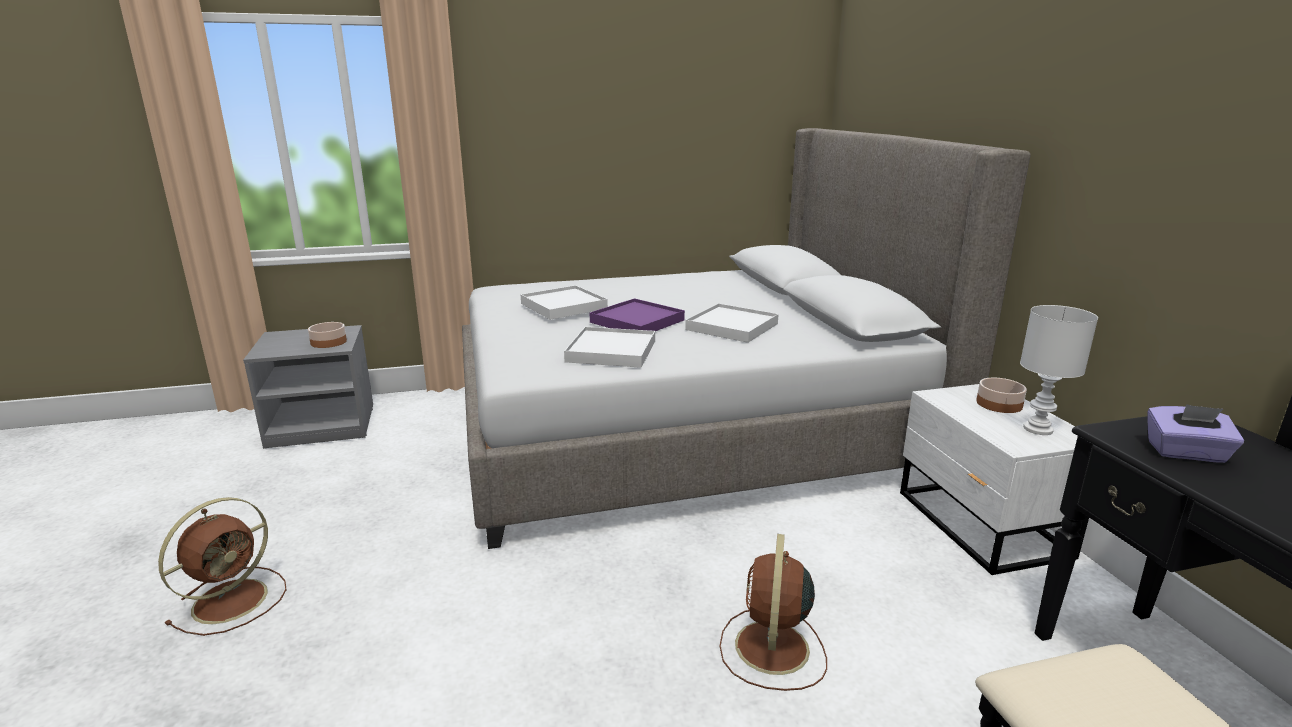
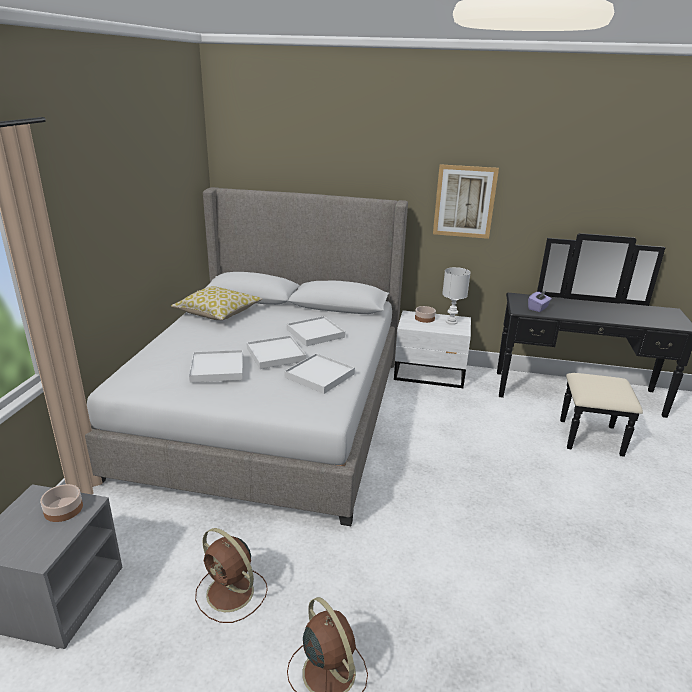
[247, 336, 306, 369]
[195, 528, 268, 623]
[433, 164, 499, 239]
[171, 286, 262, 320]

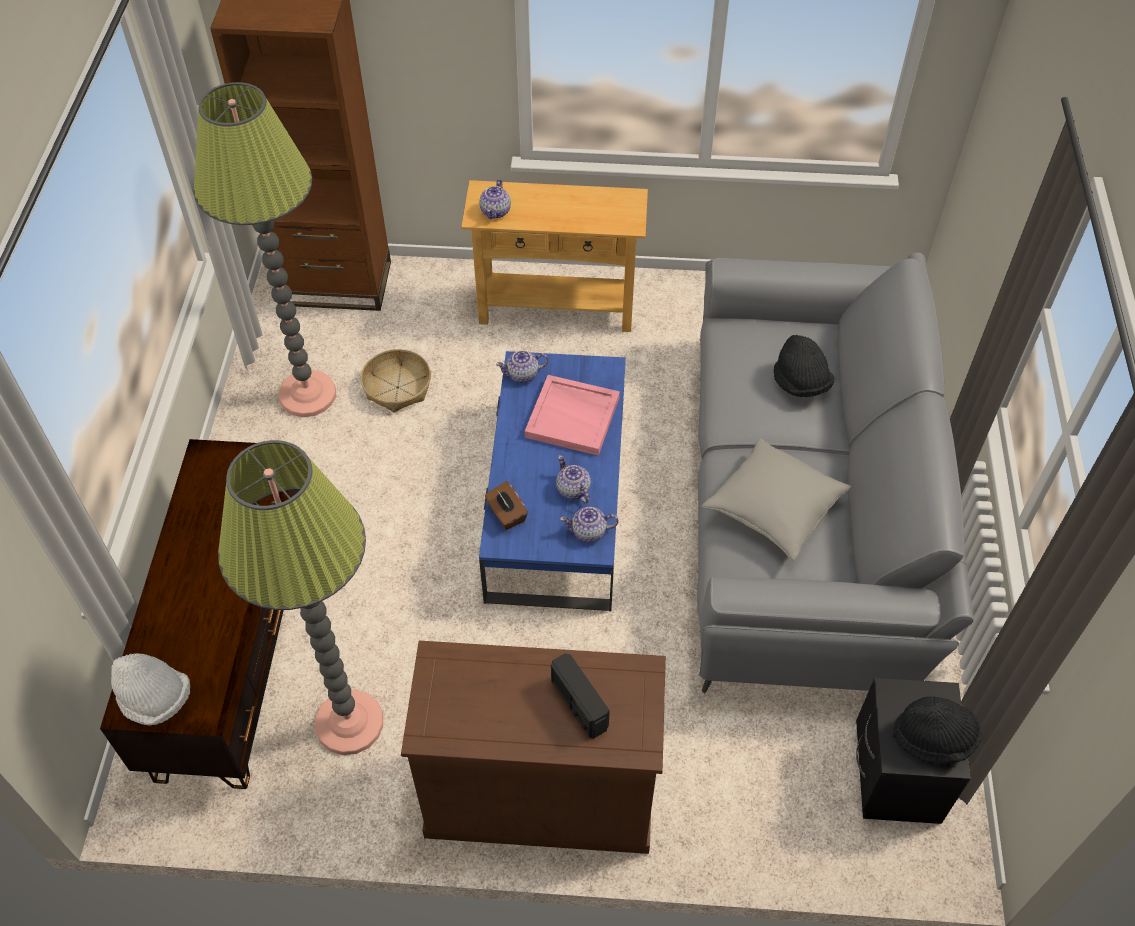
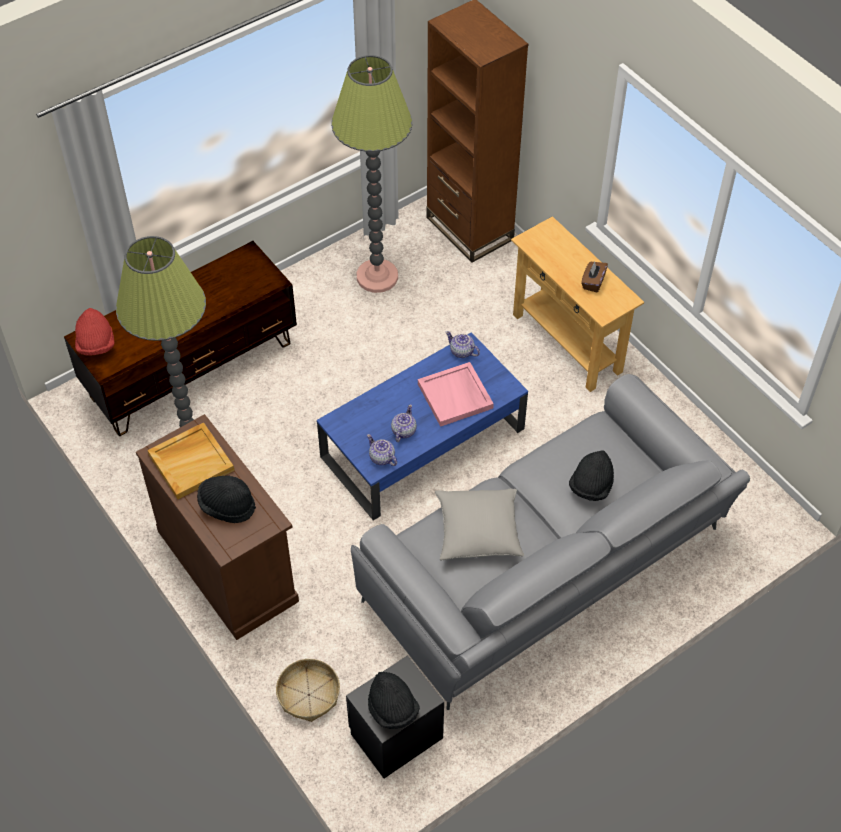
[479, 179, 511, 219] (first image)
[276, 659, 340, 722]
[581, 262, 608, 293]
[75, 308, 115, 356]
[197, 475, 256, 523]
[148, 422, 235, 499]

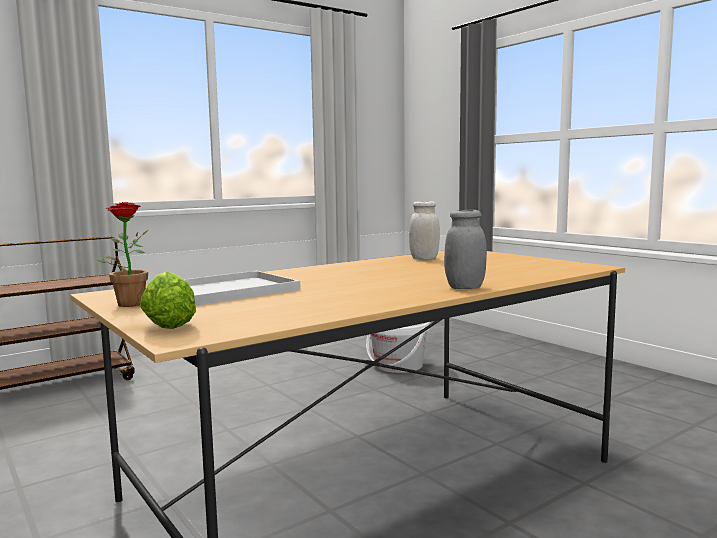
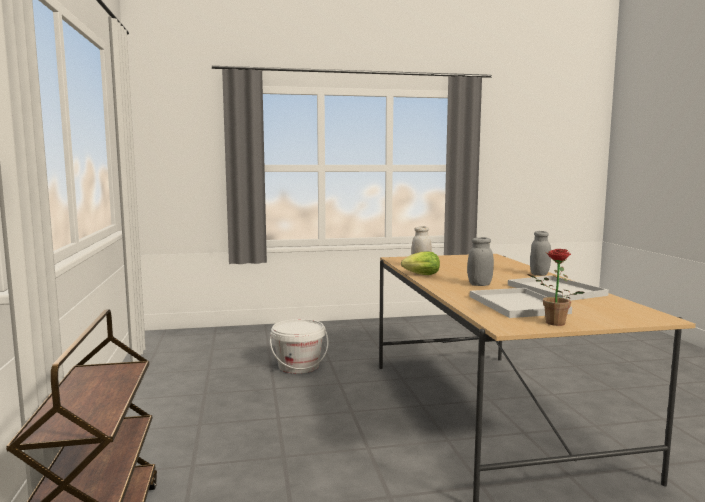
[401, 252, 440, 275]
[467, 237, 494, 286]
[508, 275, 609, 301]

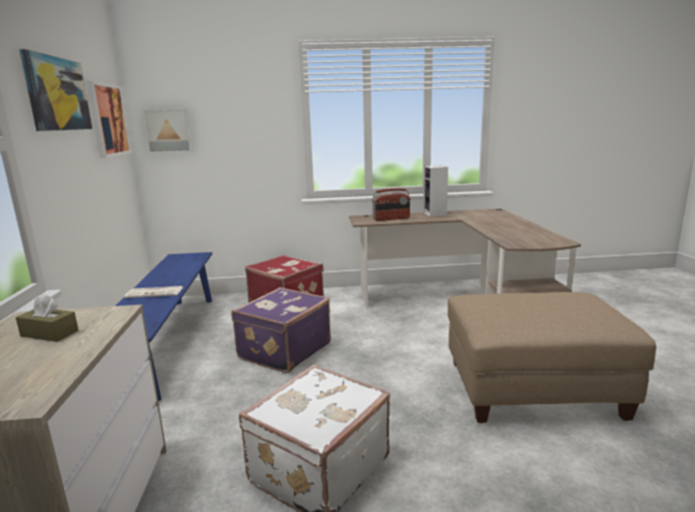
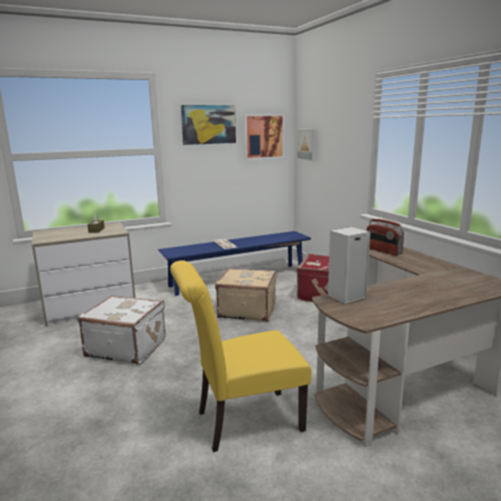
[328, 227, 370, 304]
[215, 268, 277, 322]
[170, 260, 312, 452]

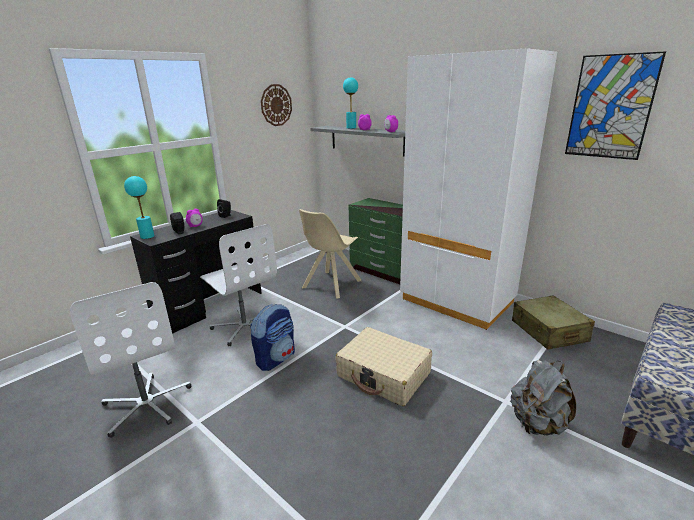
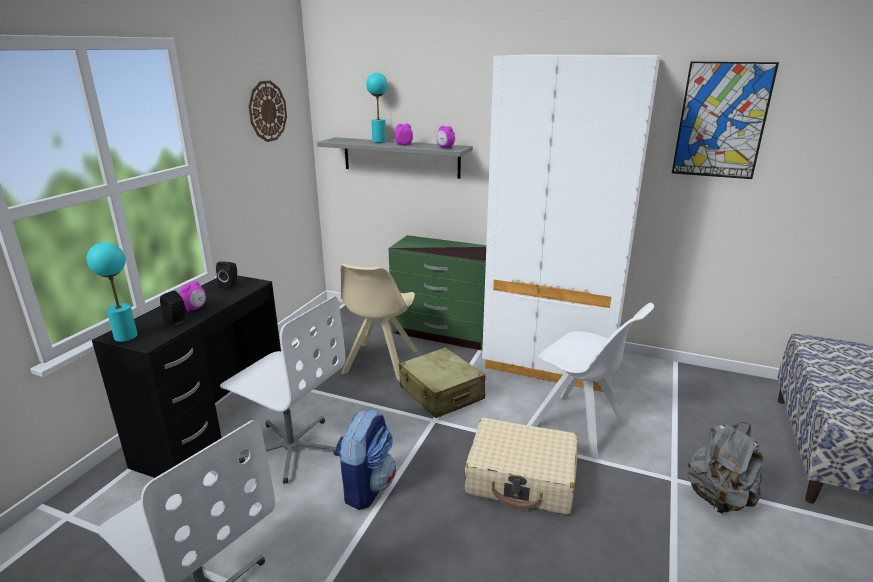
[399, 347, 485, 418]
[527, 303, 654, 459]

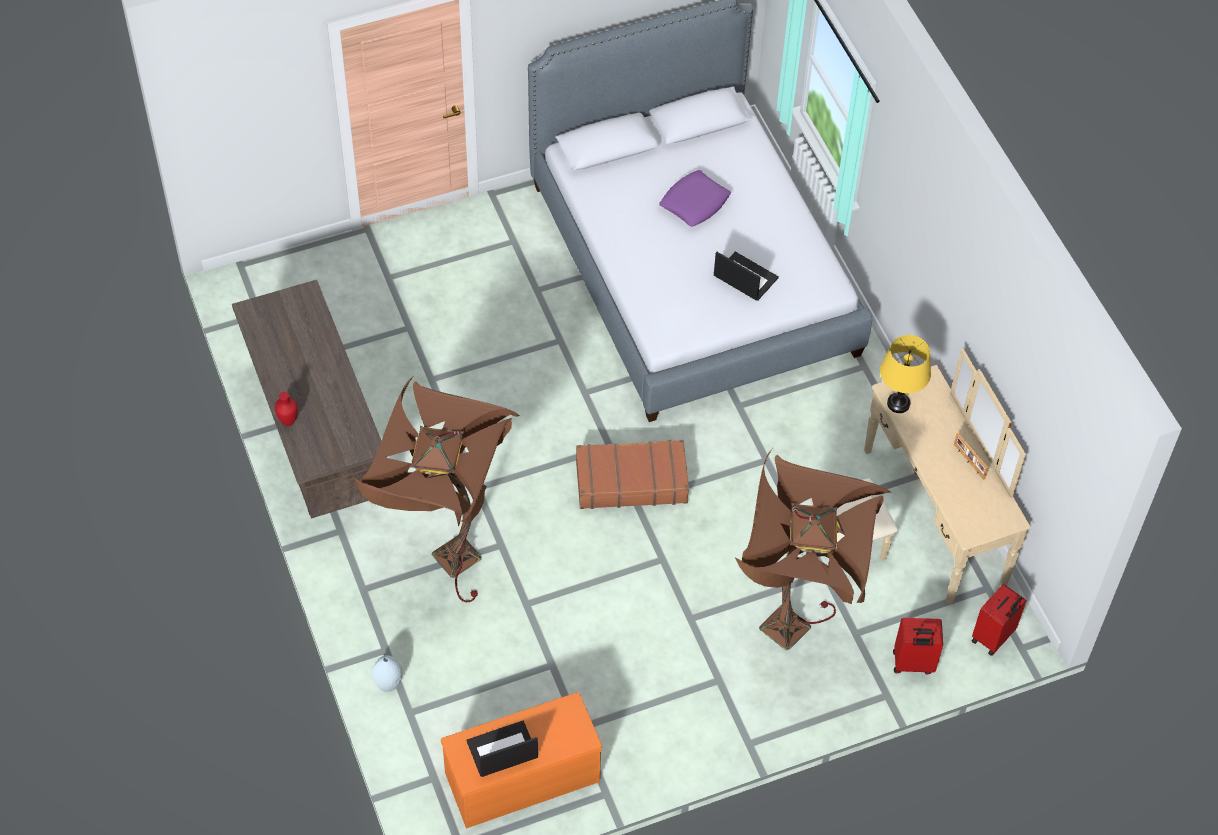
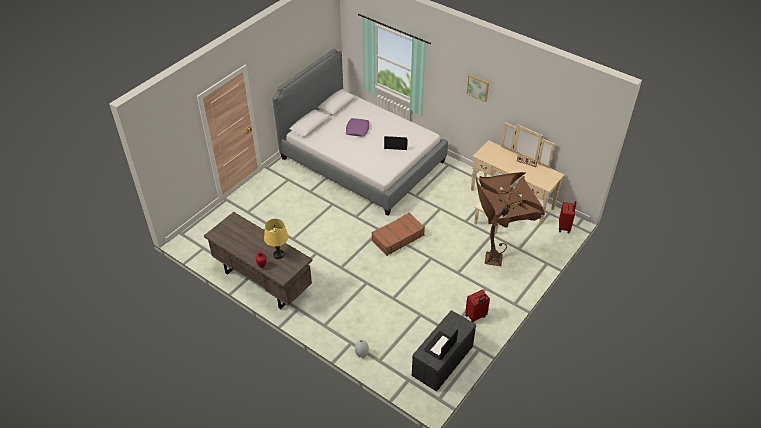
[264, 219, 289, 259]
[354, 377, 520, 602] (first image)
[465, 290, 490, 323]
[412, 310, 476, 392]
[467, 75, 489, 102]

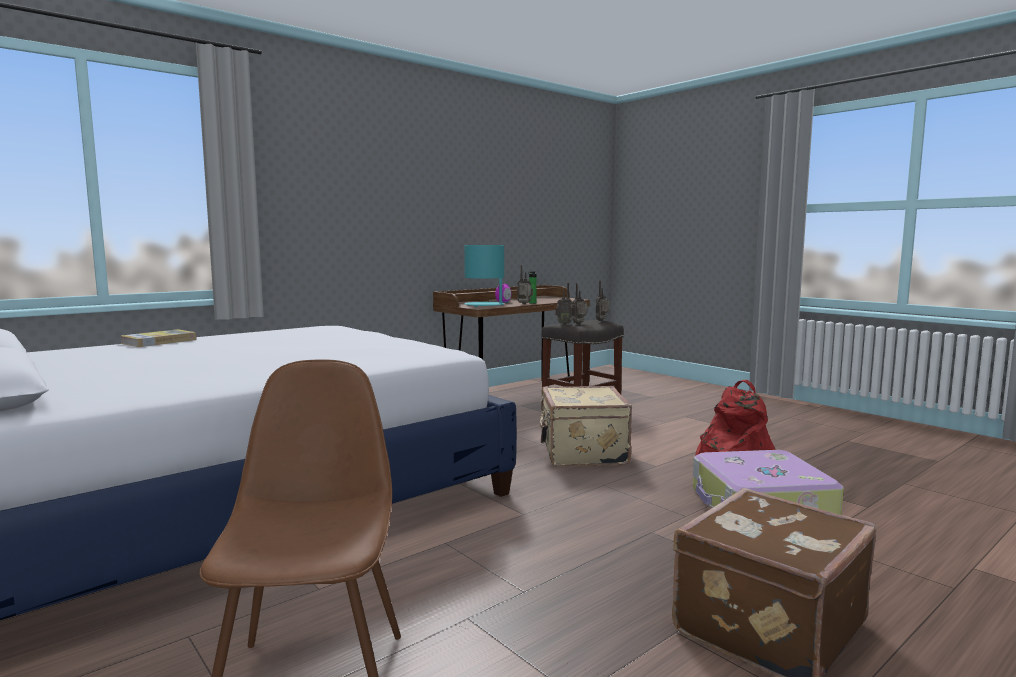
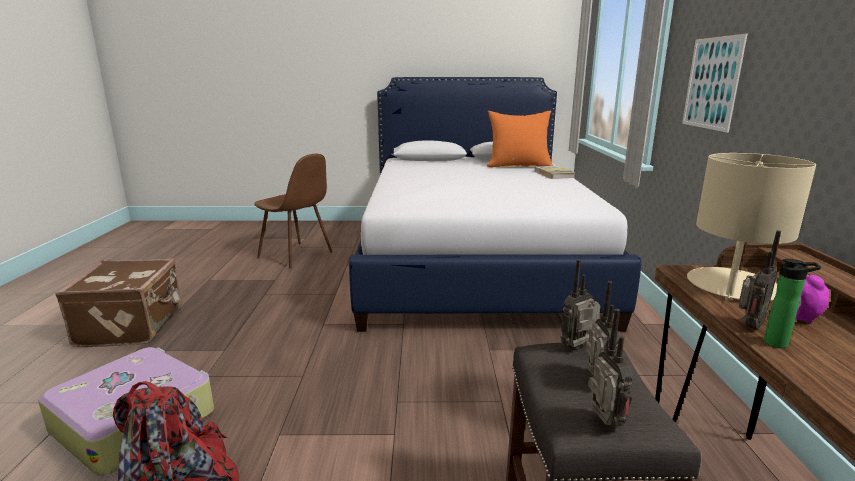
[687, 153, 816, 301]
[539, 386, 632, 467] (first image)
[682, 34, 748, 133]
[487, 111, 553, 167]

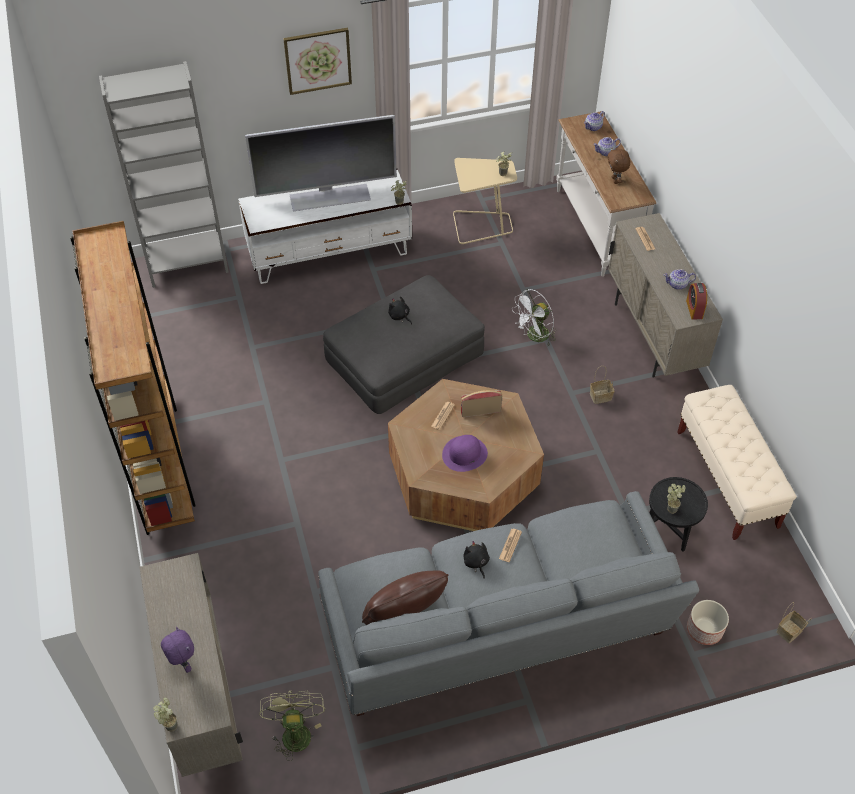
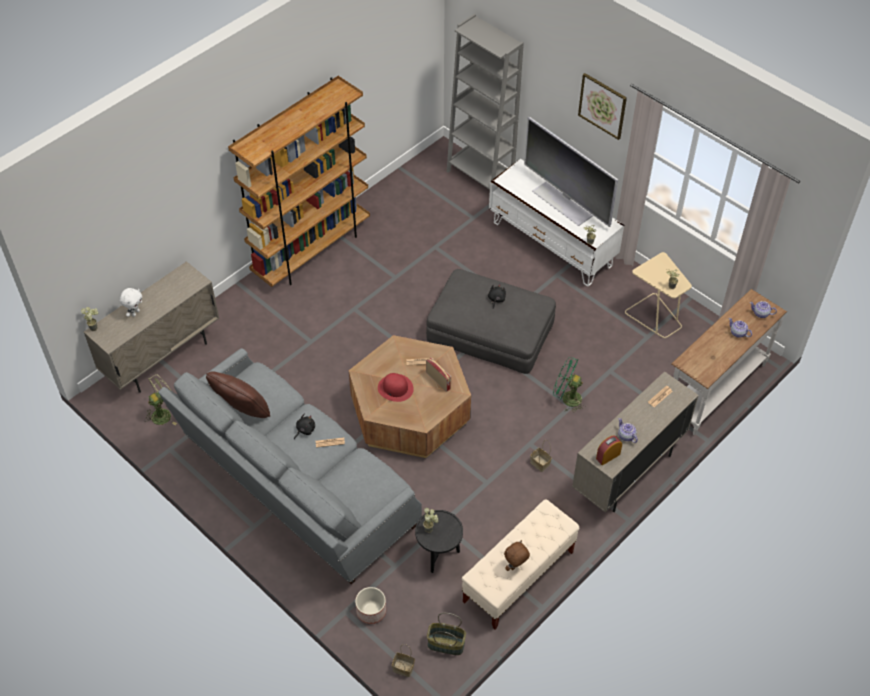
[504, 540, 530, 571]
[553, 357, 586, 412]
[378, 373, 414, 402]
[120, 288, 142, 317]
[427, 613, 466, 655]

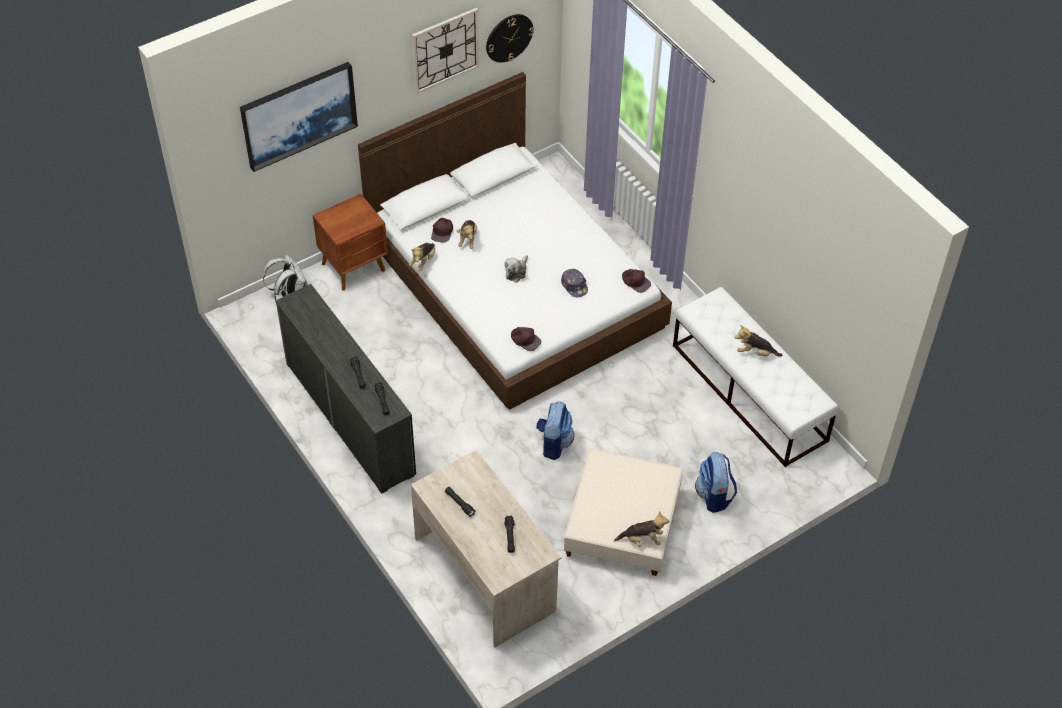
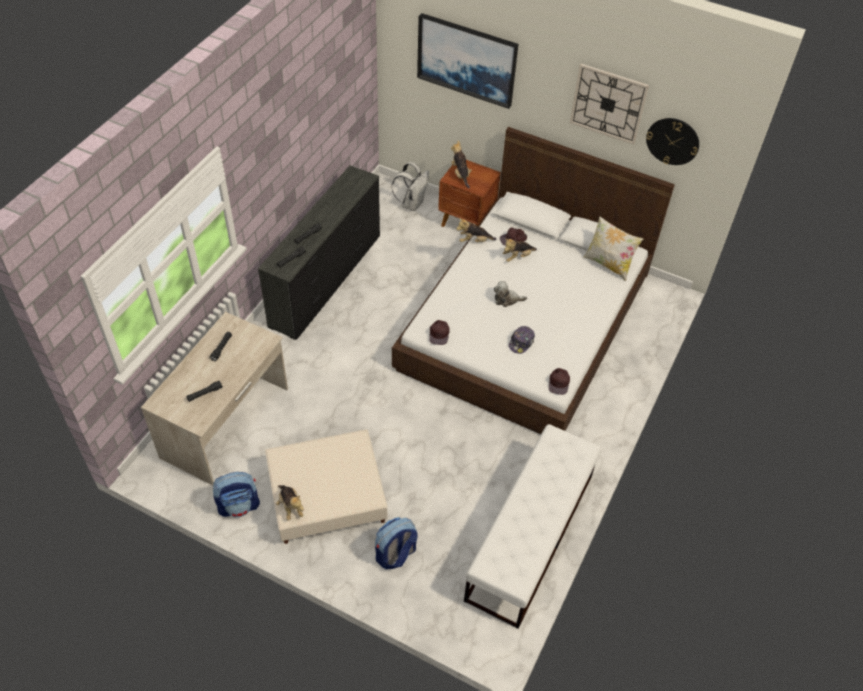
[451, 141, 472, 188]
[213, 472, 260, 517]
[584, 216, 644, 281]

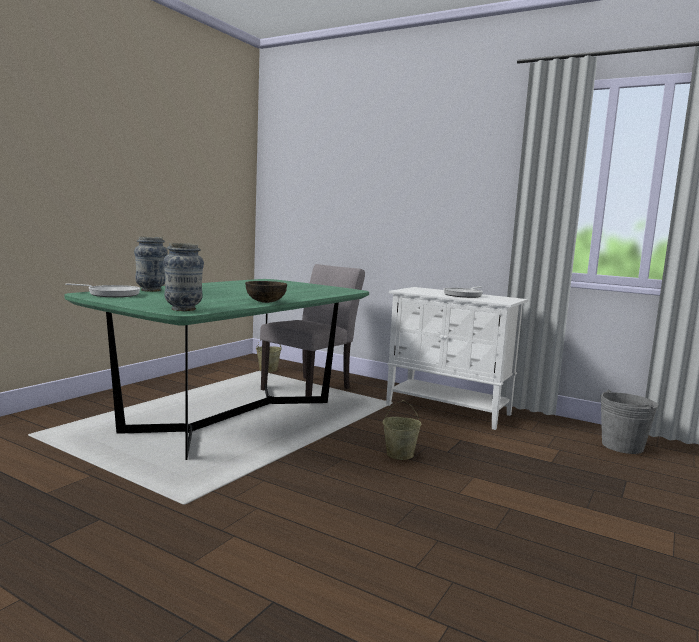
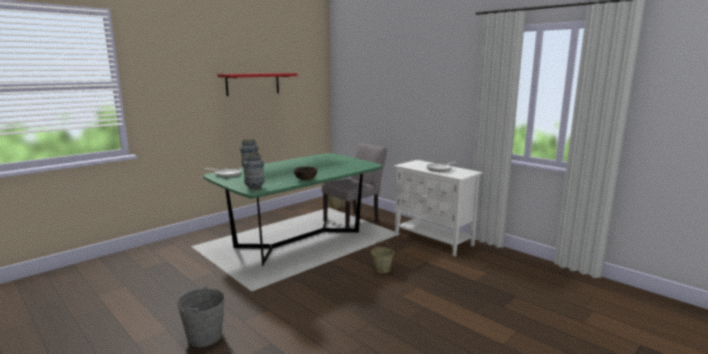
[176, 286, 225, 347]
[217, 73, 298, 96]

